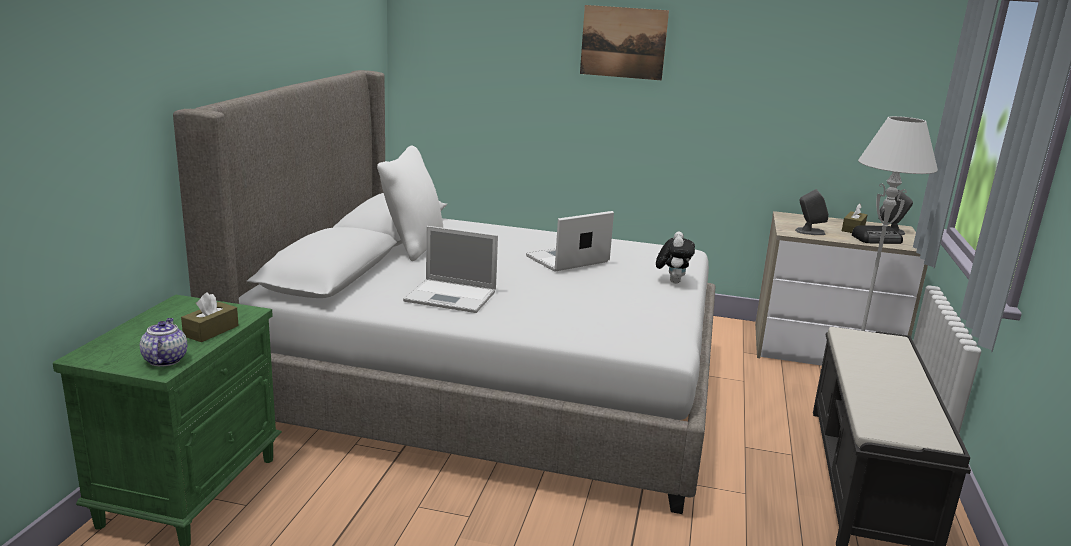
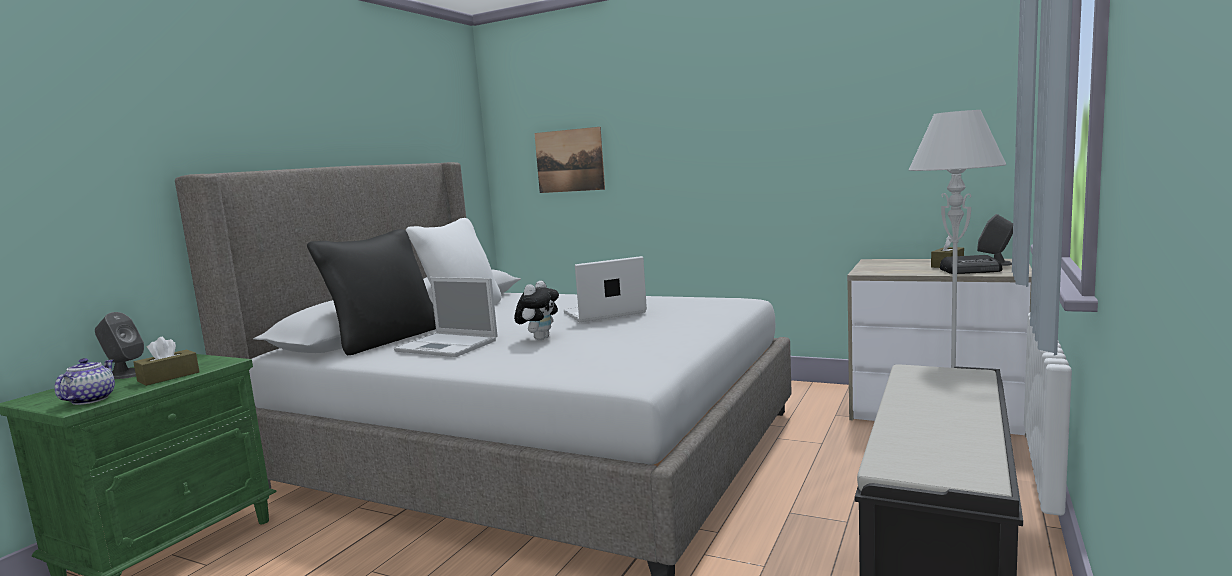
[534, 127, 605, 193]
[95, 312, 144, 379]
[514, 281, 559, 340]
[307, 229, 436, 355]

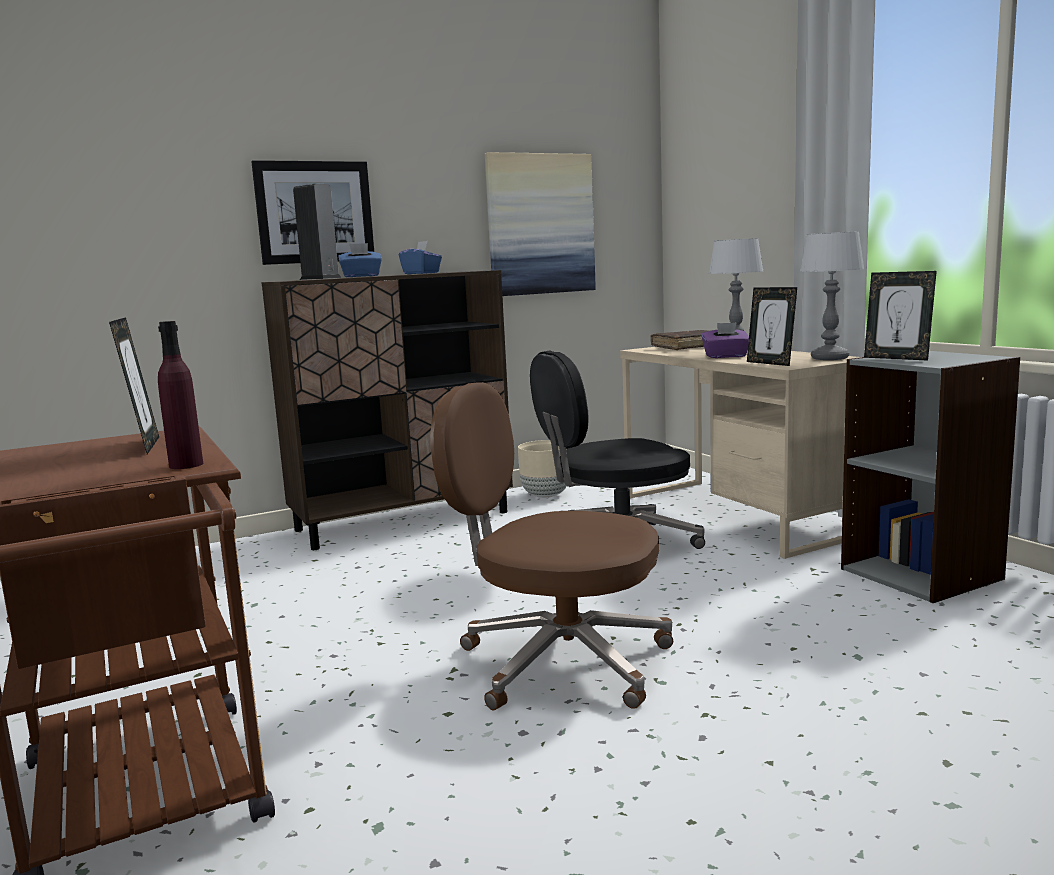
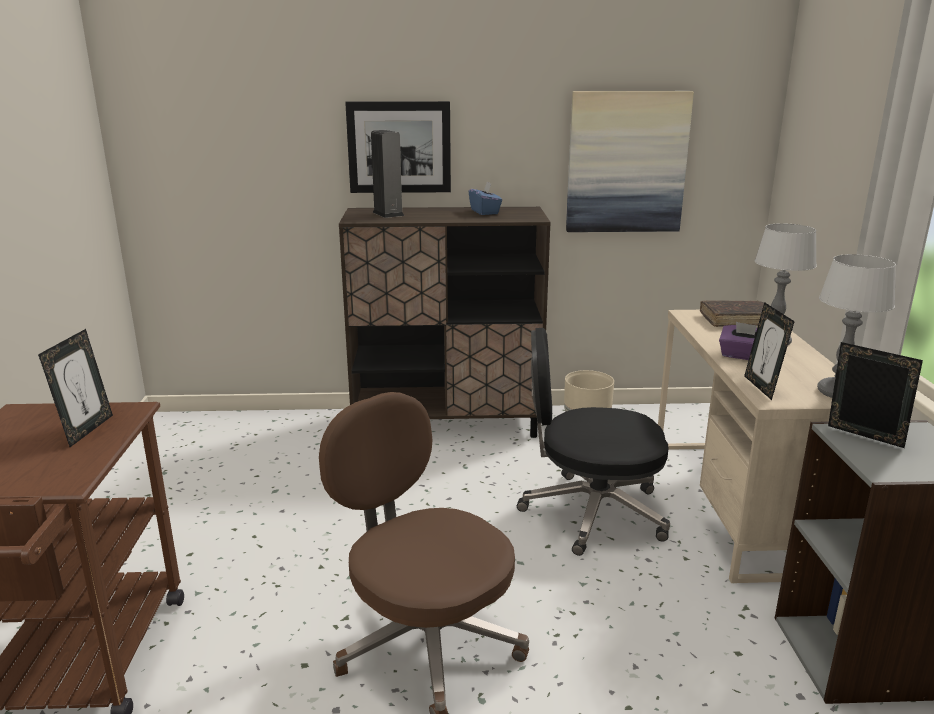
[339, 243, 382, 277] (first image)
[828, 342, 923, 448]
[158, 321, 203, 469] (first image)

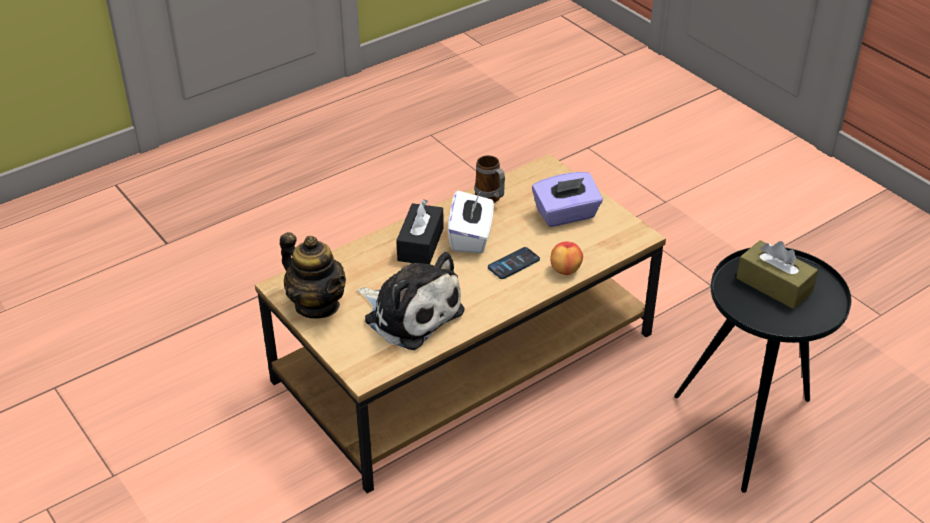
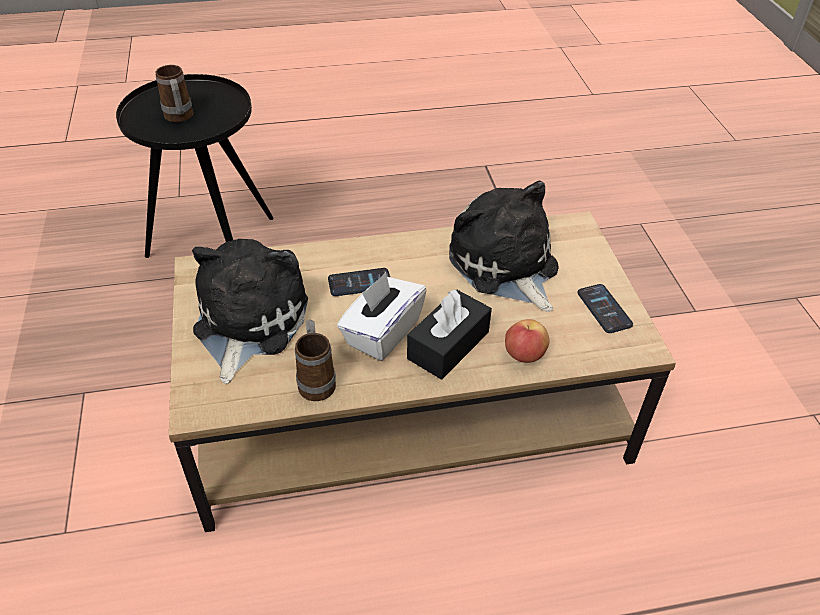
[192, 239, 308, 384]
[577, 284, 633, 333]
[156, 65, 193, 122]
[505, 319, 550, 363]

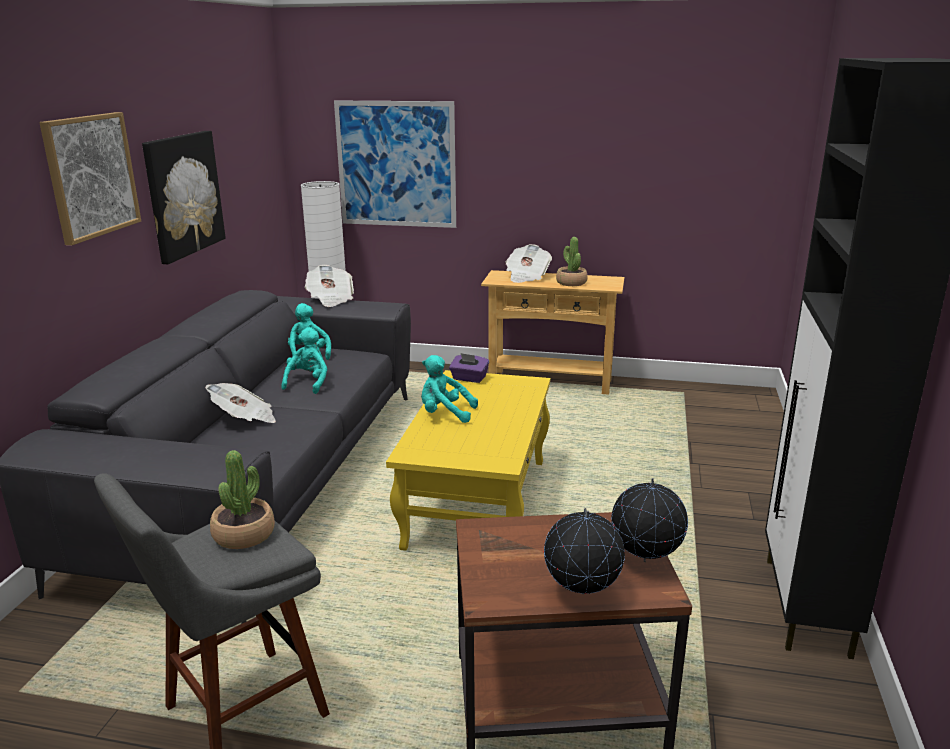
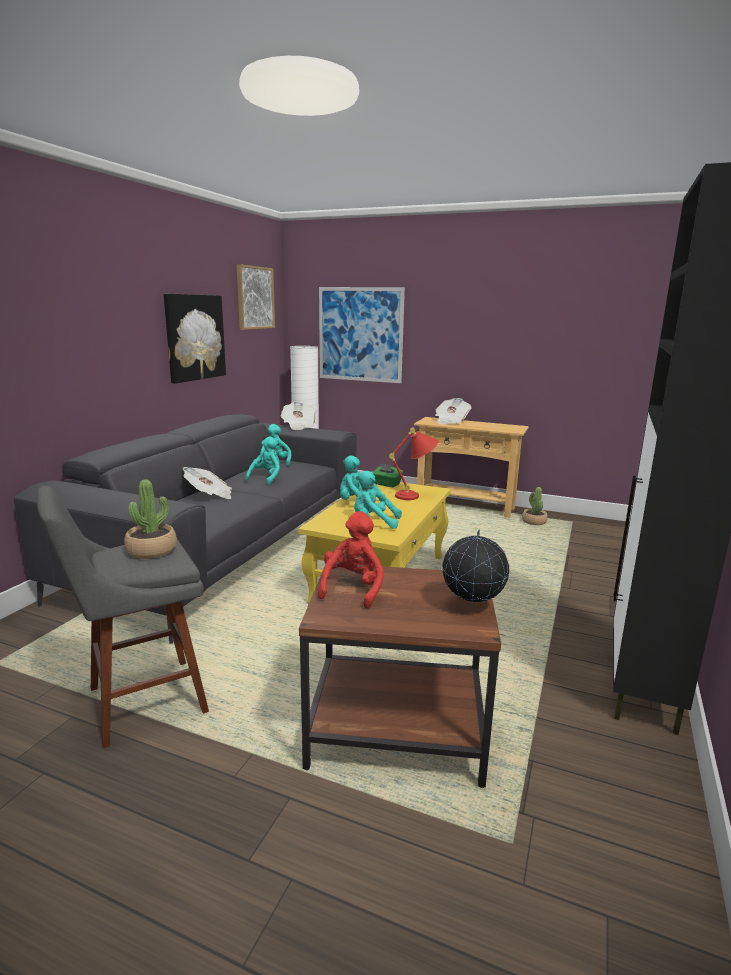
[237, 264, 275, 330]
[522, 487, 548, 525]
[372, 463, 403, 487]
[543, 508, 625, 594] (first image)
[389, 428, 439, 500]
[354, 471, 402, 529]
[318, 511, 384, 609]

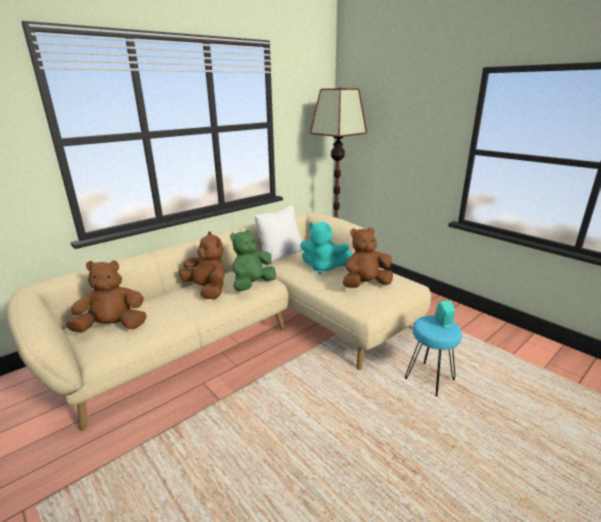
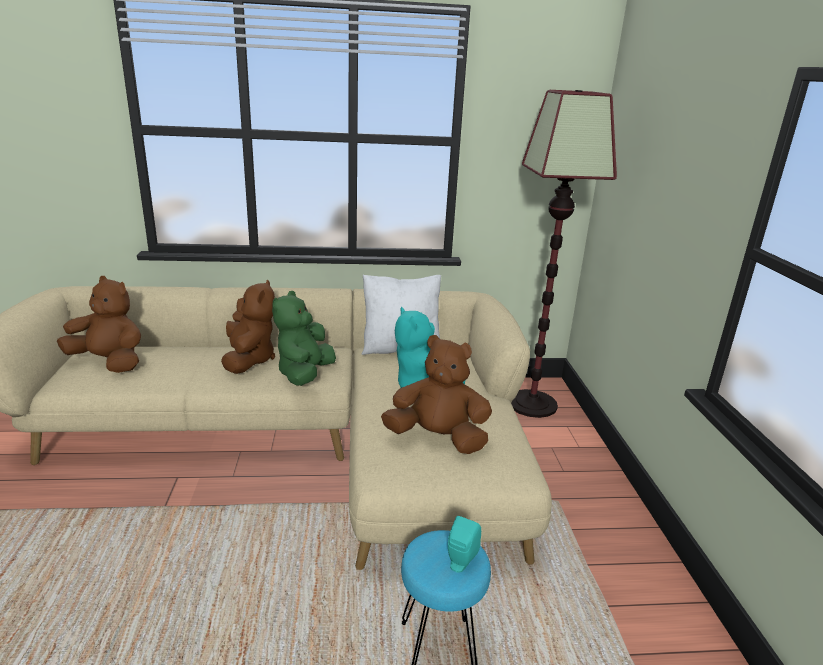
[272, 291, 336, 386]

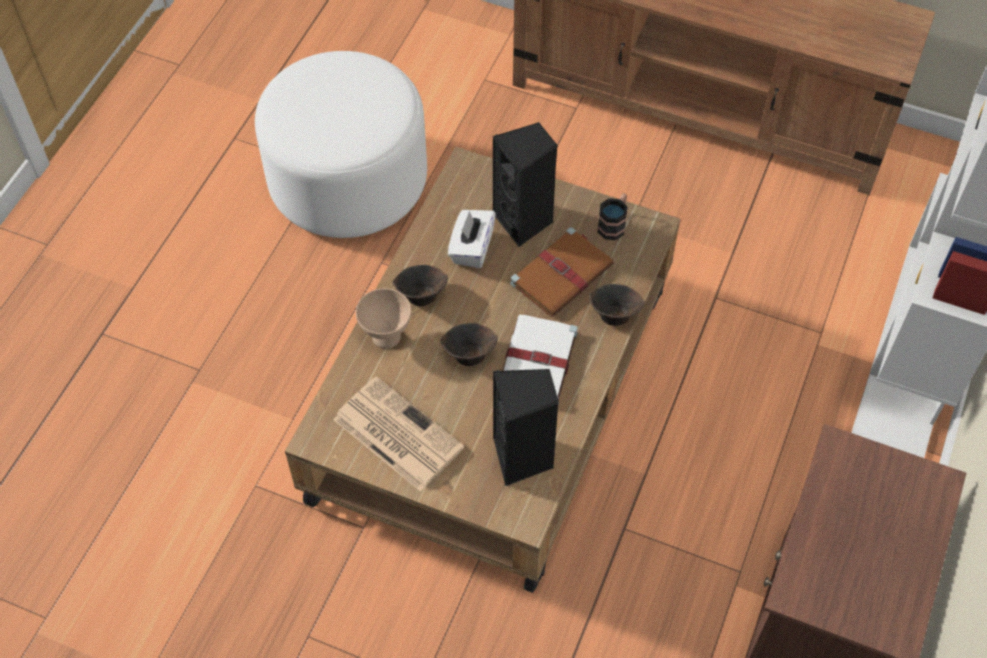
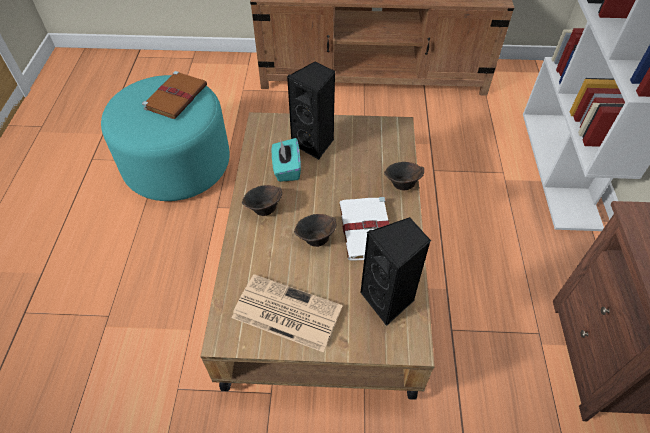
[101, 75, 230, 201]
[598, 193, 627, 240] (first image)
[272, 138, 301, 182]
[142, 71, 207, 119]
[356, 288, 411, 349] (first image)

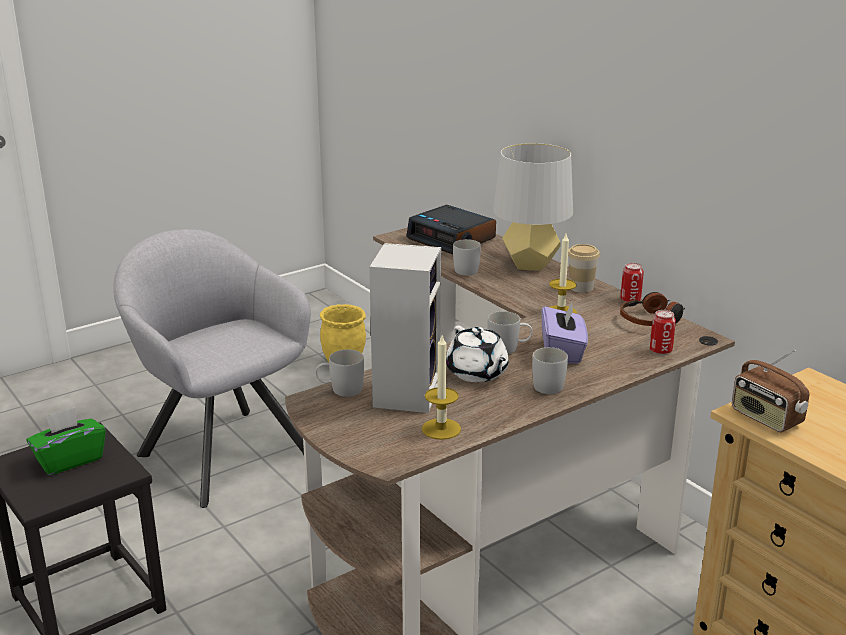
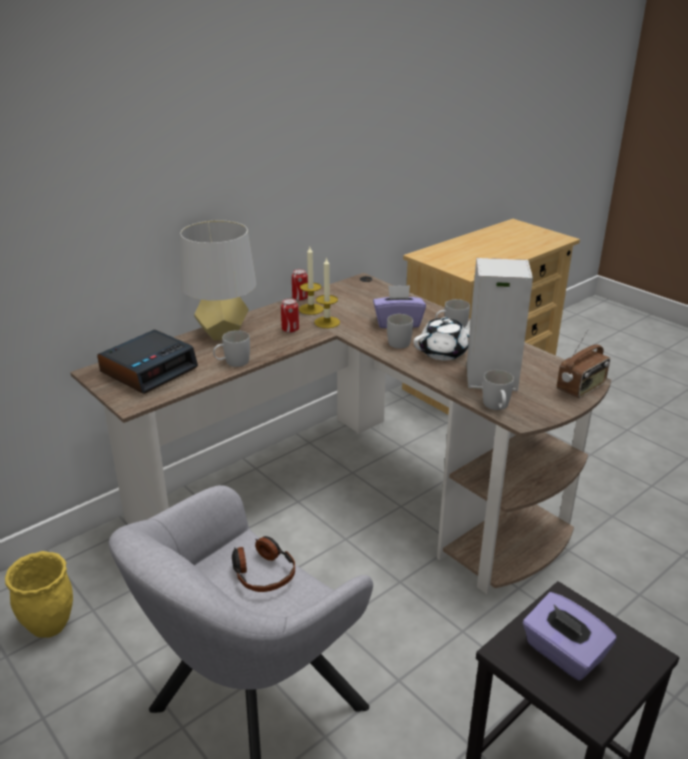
[568, 244, 600, 293] (first image)
[232, 536, 295, 592]
[281, 298, 299, 333]
[299, 247, 324, 315]
[557, 329, 610, 398]
[523, 592, 616, 681]

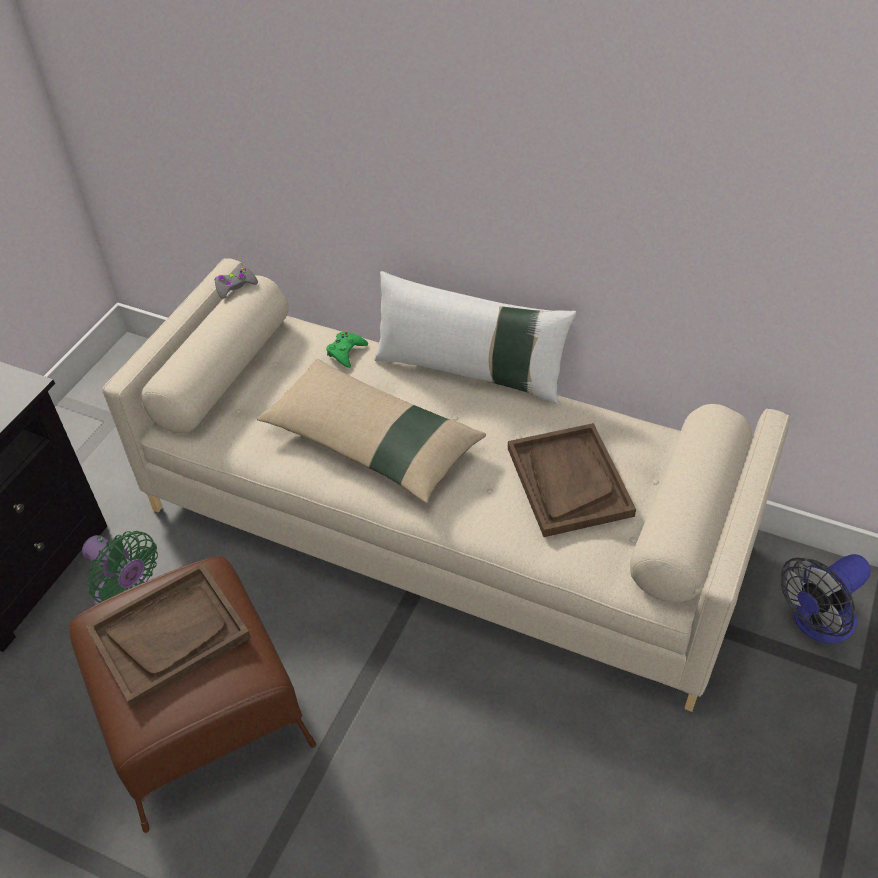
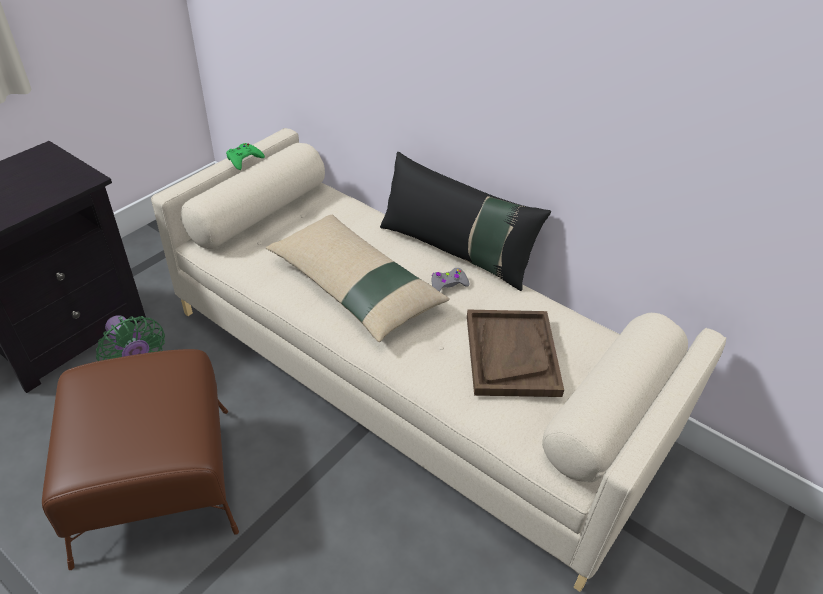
[432, 268, 470, 292]
[380, 152, 551, 291]
[226, 143, 265, 170]
[781, 554, 871, 644] (first image)
[86, 563, 251, 708] (first image)

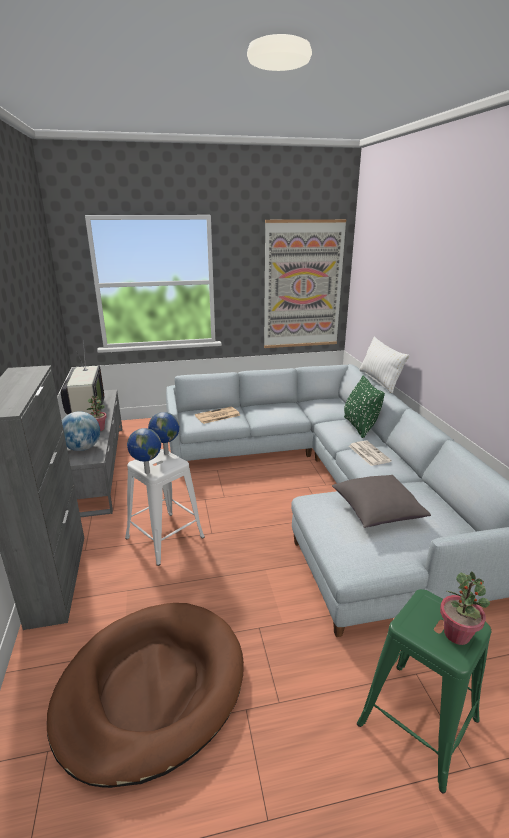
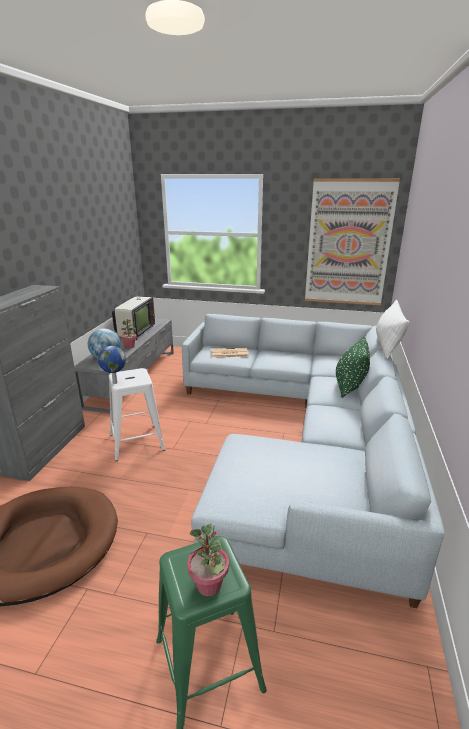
[148, 412, 180, 455] (first image)
[349, 441, 392, 466] (first image)
[332, 475, 431, 528] (first image)

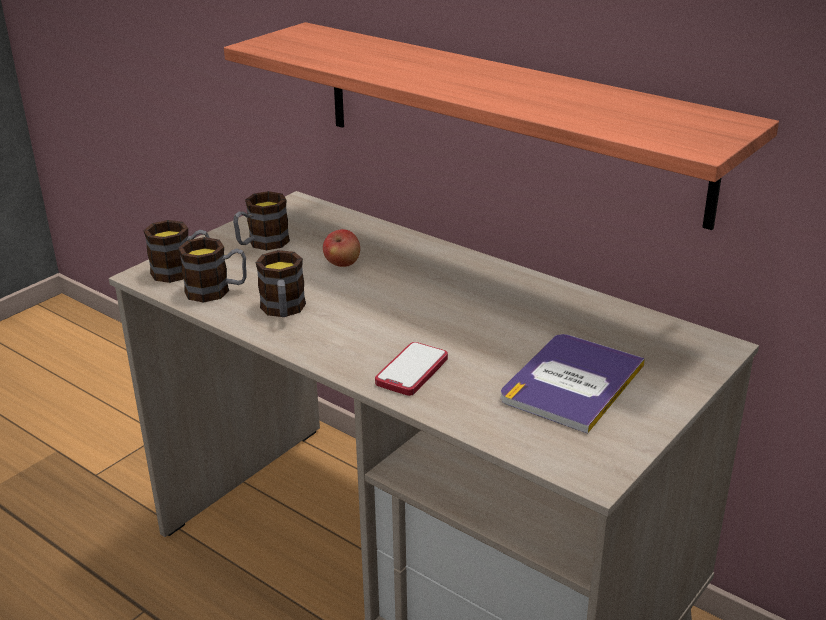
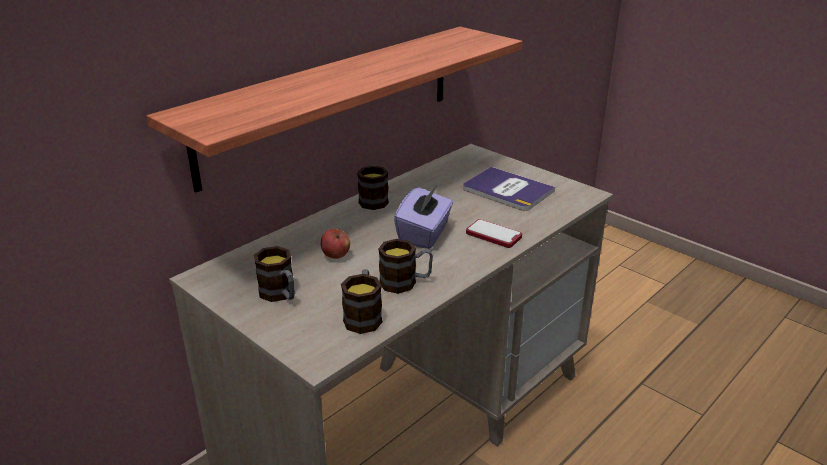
[357, 164, 389, 210]
[394, 185, 453, 249]

